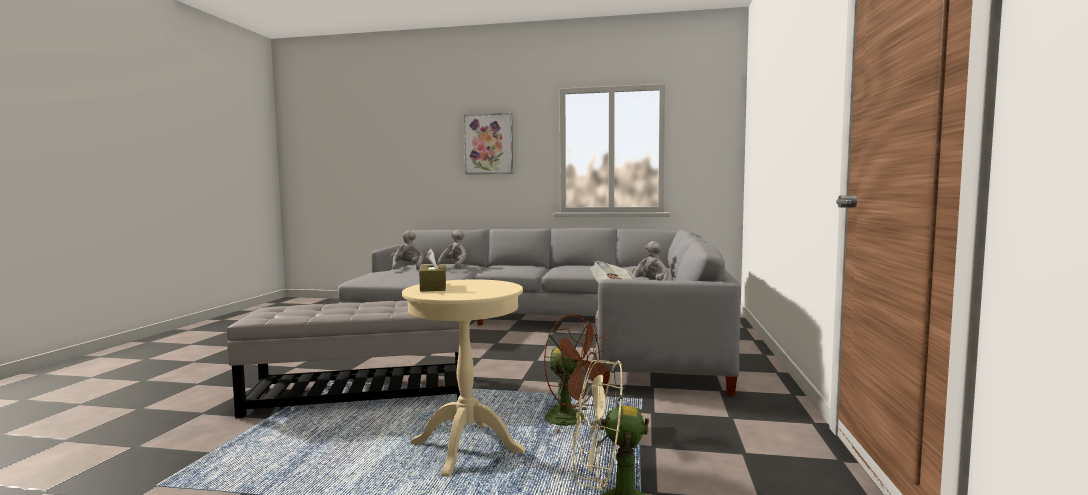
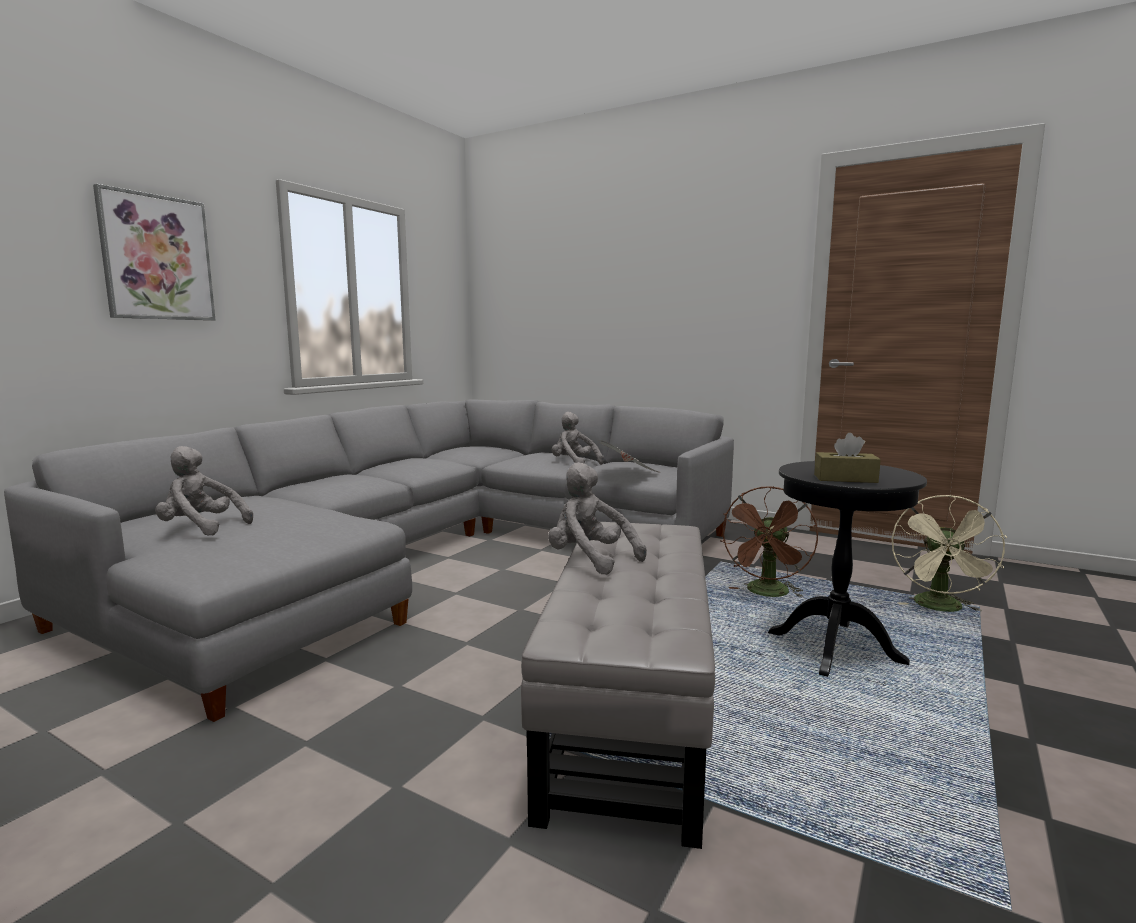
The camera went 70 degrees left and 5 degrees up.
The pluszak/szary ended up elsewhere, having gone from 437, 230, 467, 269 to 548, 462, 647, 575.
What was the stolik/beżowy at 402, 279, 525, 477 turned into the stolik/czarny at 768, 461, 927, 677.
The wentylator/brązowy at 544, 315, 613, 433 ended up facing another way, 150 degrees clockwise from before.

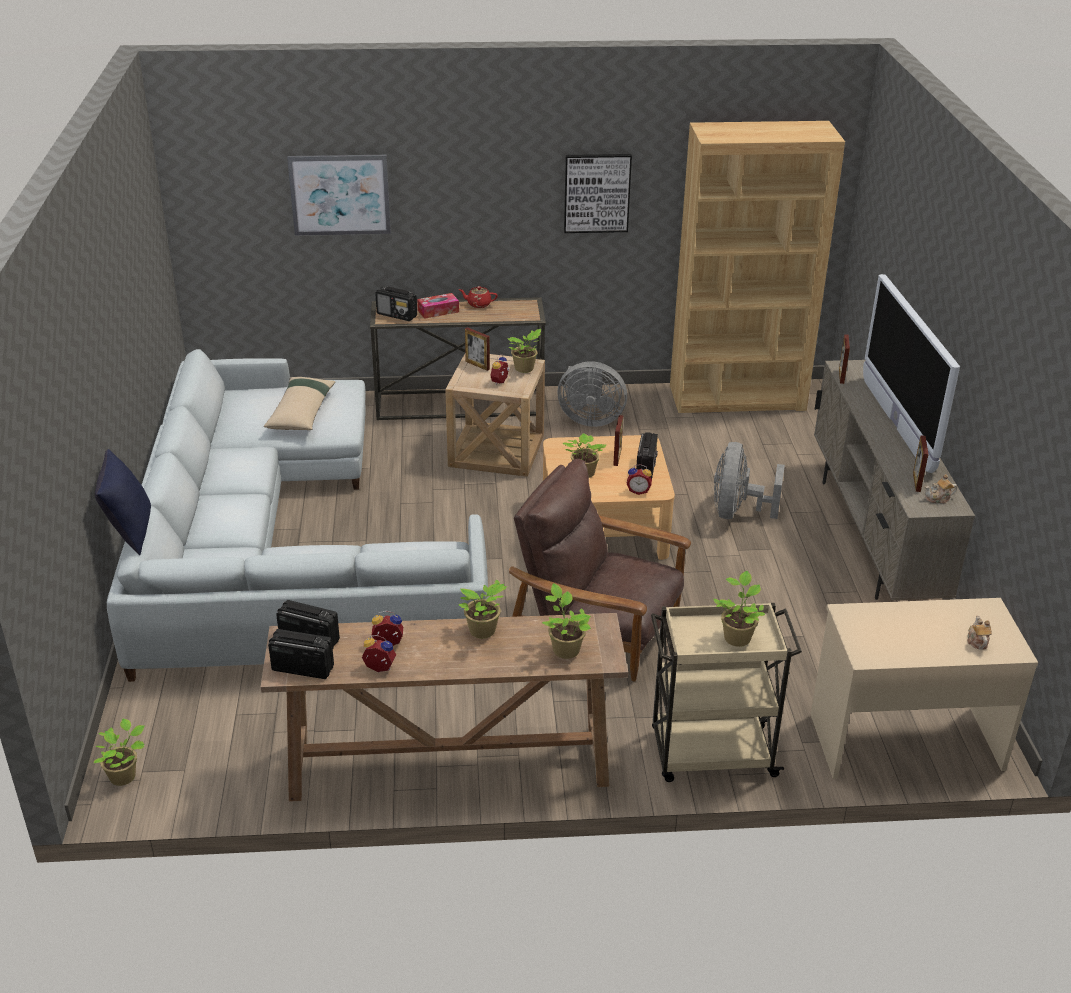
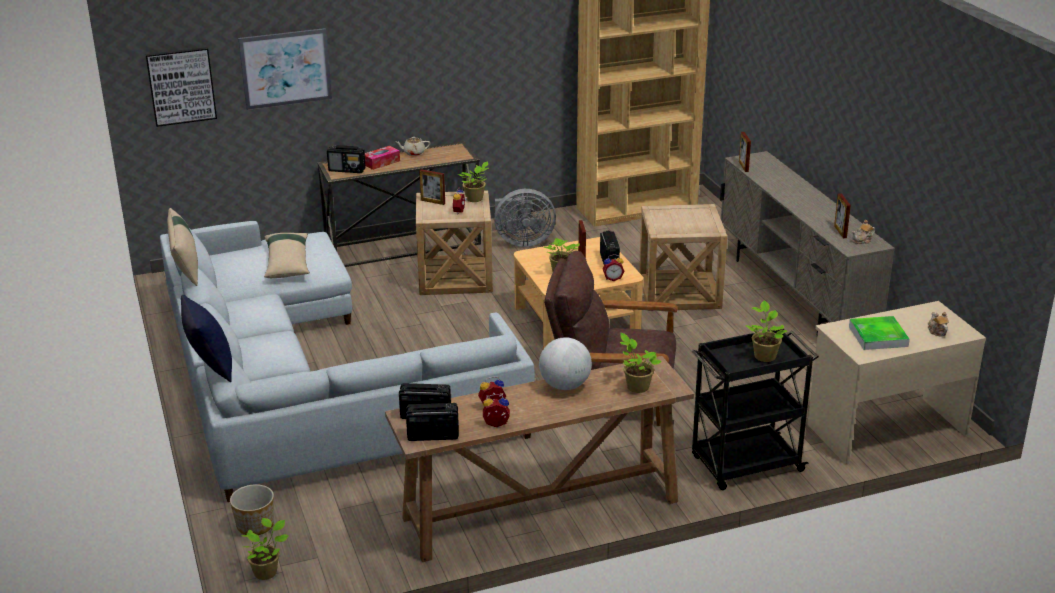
The camera went 15 degrees left and 5 degrees down.
The second view lost the telewizor at 863, 274, 960, 473.
The second view gained the poduszka/beżowy at 167, 208, 198, 286.
The second view gained the donica at 230, 484, 274, 535.
The second view gained the taca at 849, 316, 910, 350.
The obraz ended up elsewhere, having gone from 564, 154, 632, 233 to 145, 47, 217, 127.
Where the roślina doniczkowa stood at 459, 580, 507, 638, the globus came to stand at 539, 337, 592, 390.
Where the wentylator/szary stood at 714, 442, 785, 519, the stolik/beżowy came to stand at 639, 204, 727, 311.
What was the imbryk/czerwony at 458, 286, 498, 308 turned into the imbryk/beżowy at 396, 137, 430, 156.
What was the wózek/beżowy at 651, 603, 802, 782 turned into the wózek/czarny at 692, 329, 819, 490.

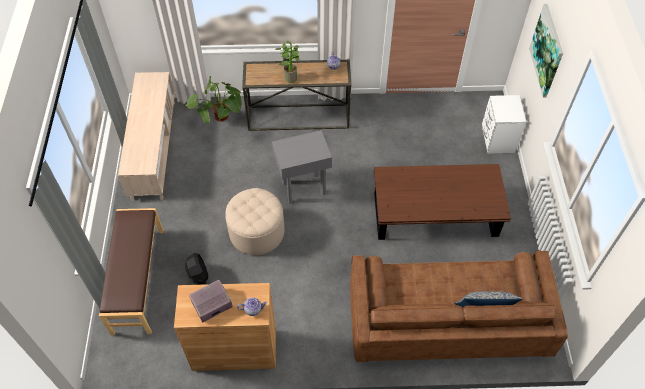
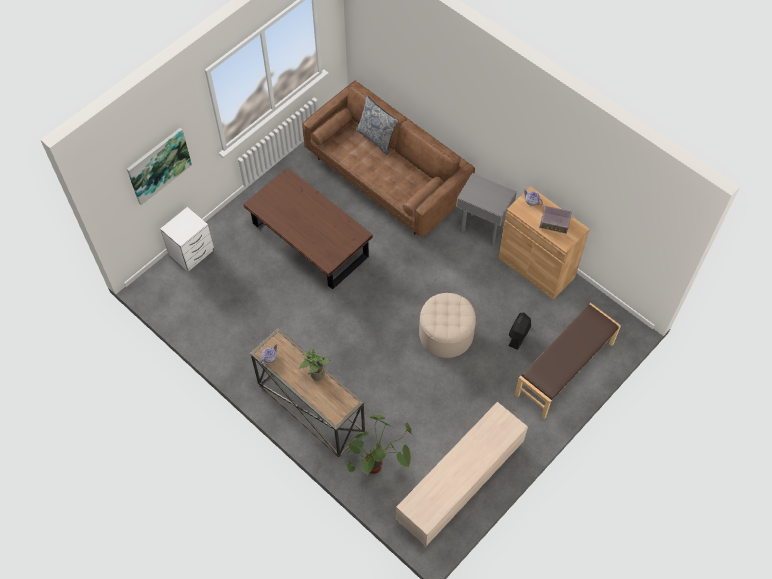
The camera went 135 degrees left and 5 degrees up.
The stolik/szary ended up elsewhere, having gone from 272, 130, 332, 204 to 456, 173, 517, 246.

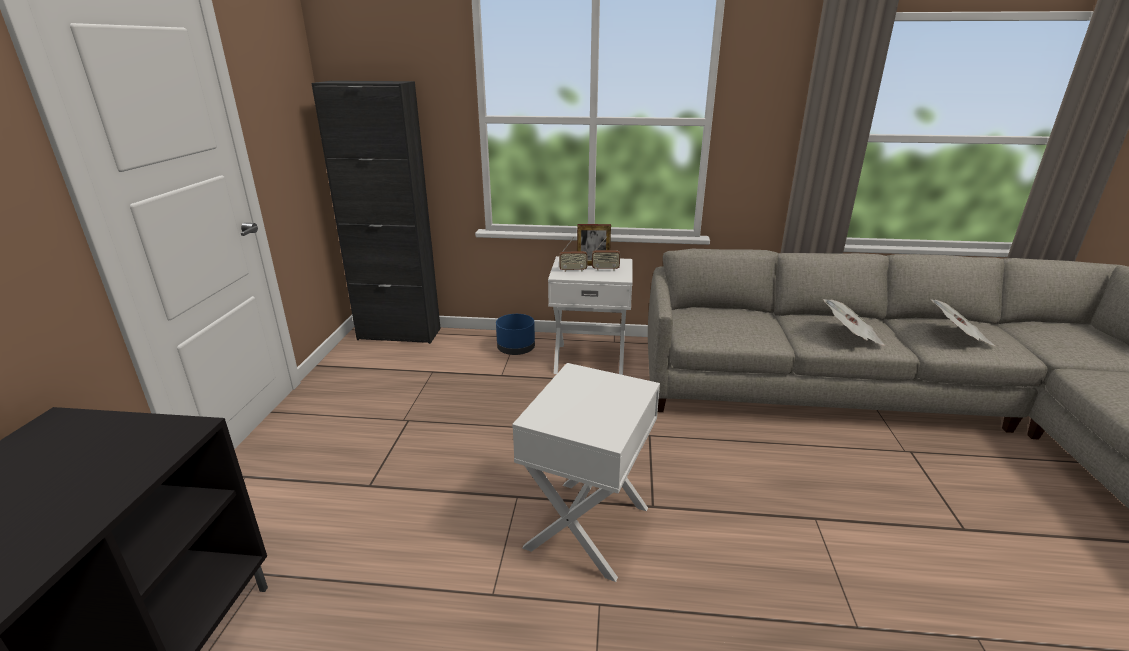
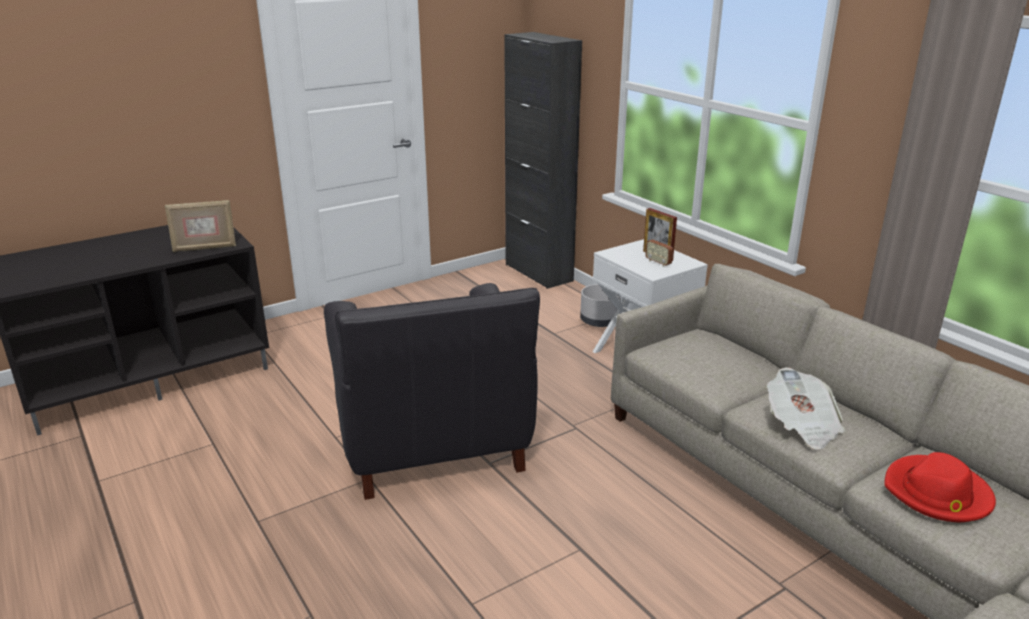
The camera went 50 degrees right and 0 degrees up.
The second view lost the radio at 559, 237, 588, 272.
The second view gained the ramka na zdjęcie at 165, 200, 236, 252.
Where the stolik/biały stood at 512, 363, 660, 582, the fotel/czarny came to stand at 324, 283, 540, 500.
Where the gazeta stood at 930, 299, 995, 346, the kapelusz/czerwony came to stand at 884, 452, 996, 522.
What was the donica/niebieski at 496, 314, 535, 355 turned into the donica/szary at 580, 284, 621, 327.

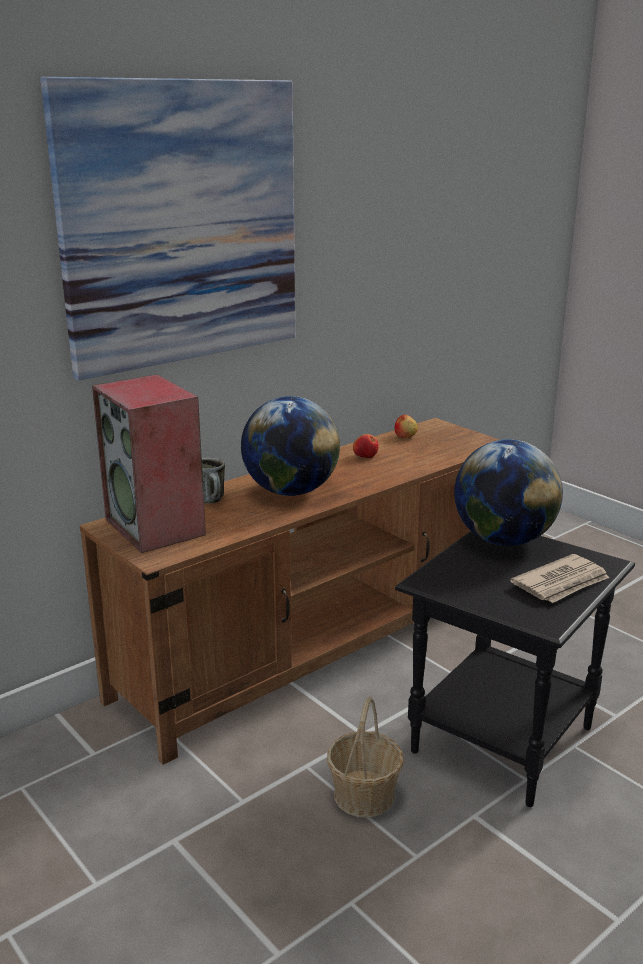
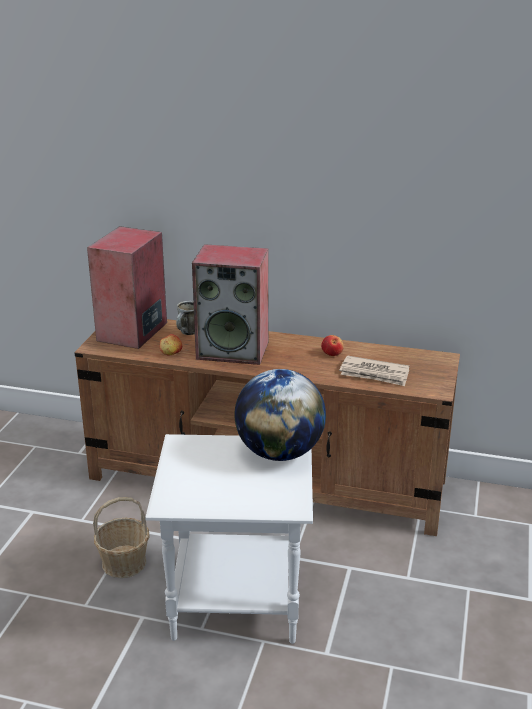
The camera went 55 degrees right and 5 degrees up.
The second view lost the obraz at 40, 77, 295, 381.
The jabłko ended up elsewhere, having gone from 394, 415, 418, 438 to 160, 334, 182, 355.
The gazeta ended up elsewhere, having gone from 510, 554, 609, 603 to 339, 355, 409, 386.
Where the globus stood at 241, 396, 340, 496, the głośnik came to stand at 192, 244, 269, 365.
What was the stolik/czarny at 395, 531, 635, 807 turned into the stolik/biały at 145, 434, 313, 644.

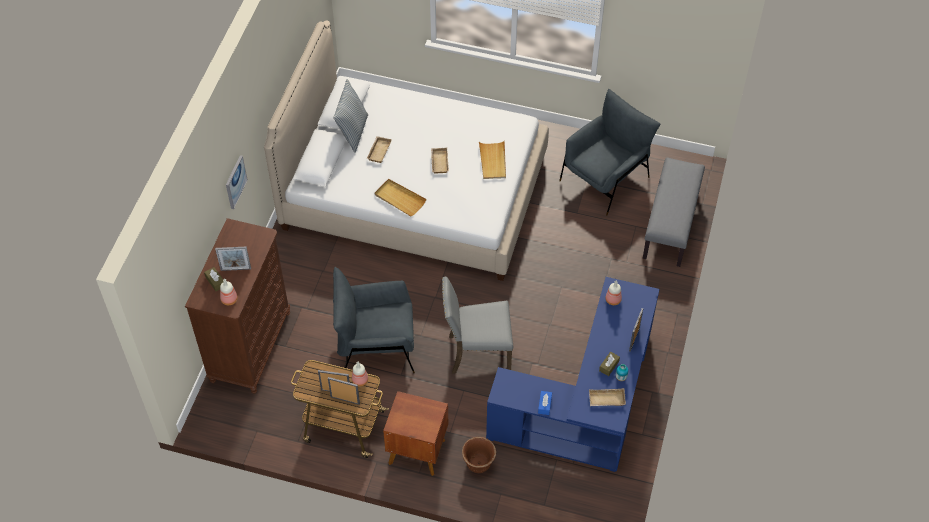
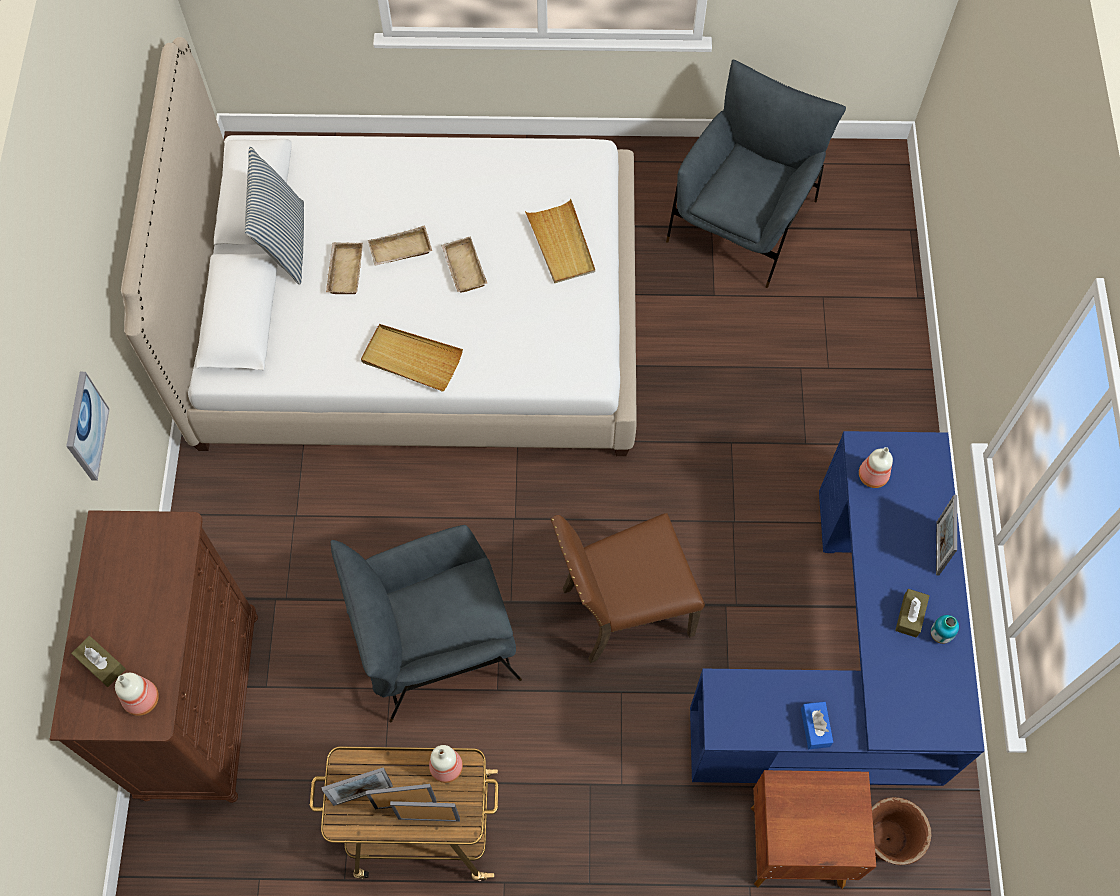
The camera went 15 degrees left and 10 degrees up.
The second view lost the ławka/szary at 643, 157, 705, 267.
The ramka na zdjęcie ended up elsewhere, having gone from 215, 247, 251, 271 to 321, 767, 393, 806.
The szafka nocna/brązowy ended up elsewhere, having gone from 383, 391, 448, 476 to 751, 770, 876, 889.
The donica/brązowy ended up elsewhere, having gone from 462, 437, 496, 473 to 872, 797, 931, 865.
The taca/beżowy ended up elsewhere, having gone from 589, 388, 626, 406 to 368, 225, 432, 266.
What was the krzesło/szary at 442, 277, 513, 374 turned into the krzesło/brązowy at 551, 513, 705, 663.

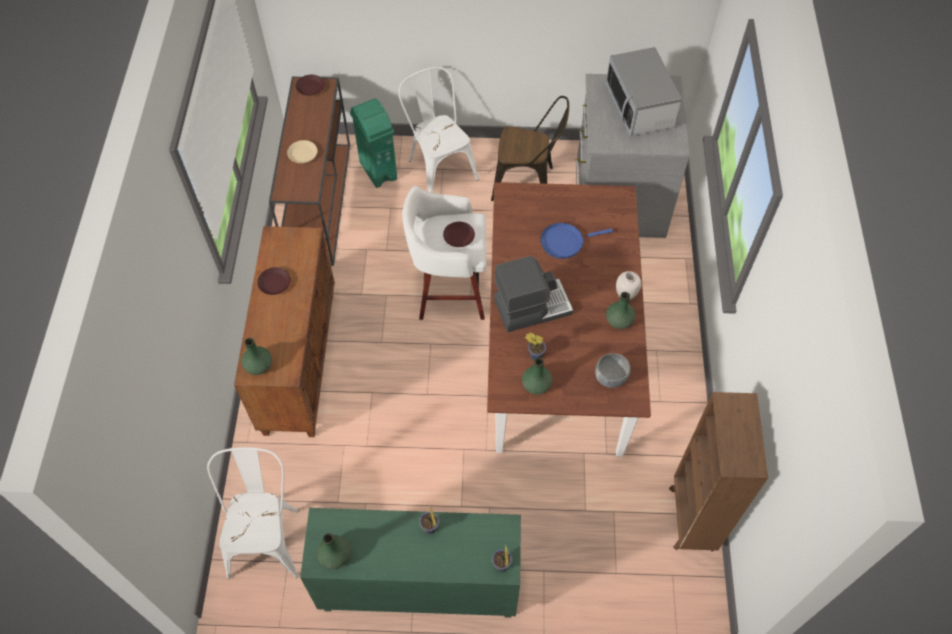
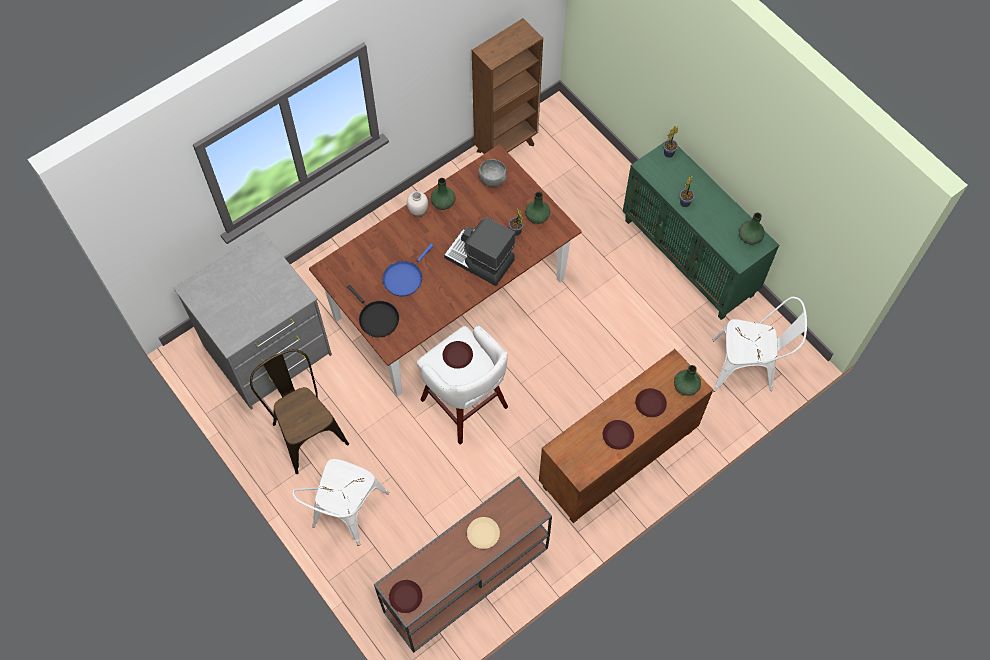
The camera went 130 degrees left and 5 degrees up.
The second view lost the kosz na śmieci/zielony at 350, 99, 397, 188.
The second view lost the mikrofalówka at 606, 47, 682, 136.
The second view gained the patelnia/czarny at 347, 285, 399, 337.
The second view gained the talerz/brązowy at 635, 388, 667, 417.
The krzesło/biały at 207, 447, 298, 579 ended up facing another way, 135 degrees counterclockwise from before.
The patelnia/niebieski at 540, 223, 613, 259 ended up facing another way, 90 degrees clockwise from before.

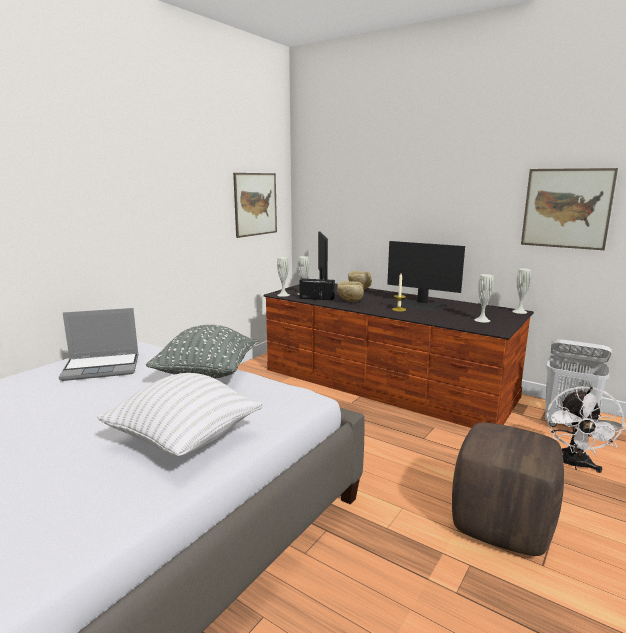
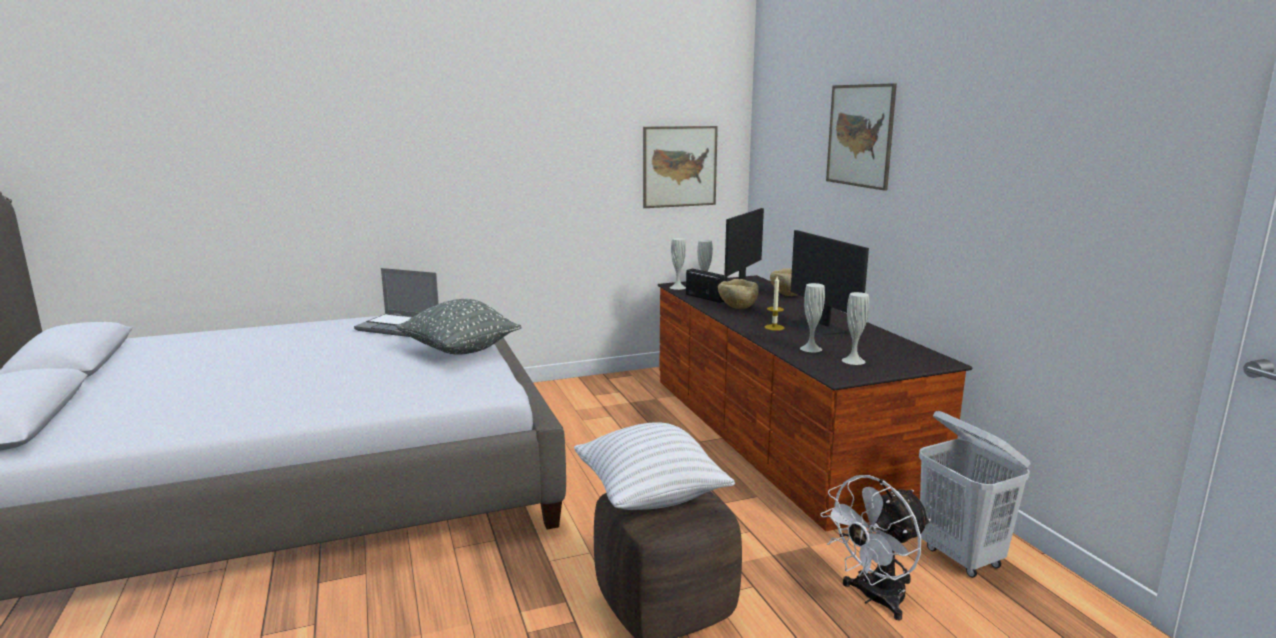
The camera went 35 degrees right and 0 degrees up.
The poduszka/biały ended up elsewhere, having gone from 97, 373, 263, 456 to 574, 422, 735, 510.
The wazon/biały ended up elsewhere, having gone from 512, 269, 531, 314 to 800, 283, 825, 352.
The obraz ended up elsewhere, having gone from 521, 168, 618, 250 to 826, 83, 897, 191.

